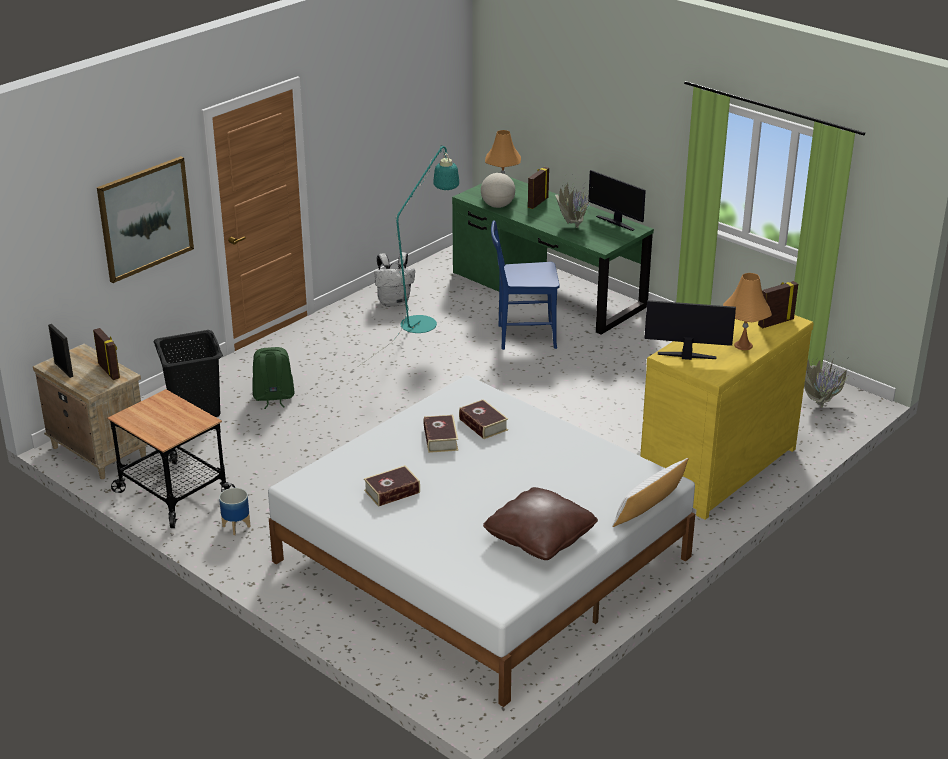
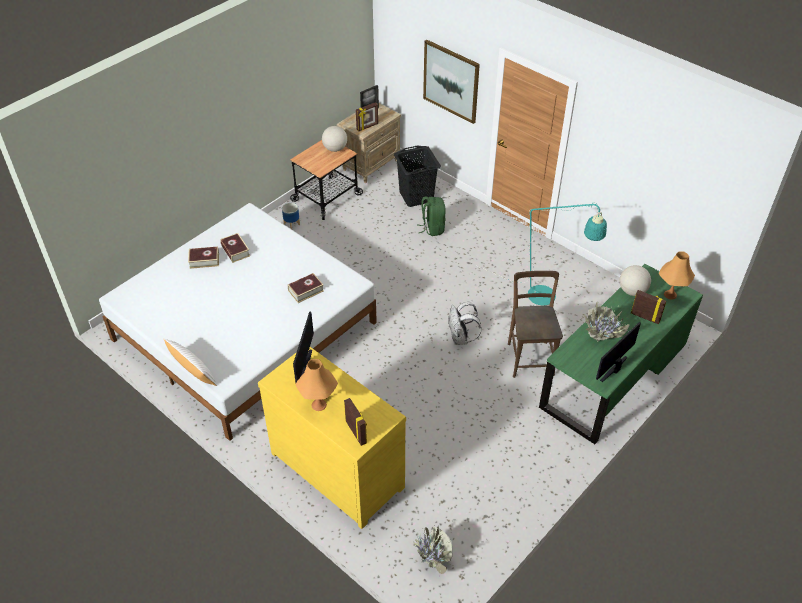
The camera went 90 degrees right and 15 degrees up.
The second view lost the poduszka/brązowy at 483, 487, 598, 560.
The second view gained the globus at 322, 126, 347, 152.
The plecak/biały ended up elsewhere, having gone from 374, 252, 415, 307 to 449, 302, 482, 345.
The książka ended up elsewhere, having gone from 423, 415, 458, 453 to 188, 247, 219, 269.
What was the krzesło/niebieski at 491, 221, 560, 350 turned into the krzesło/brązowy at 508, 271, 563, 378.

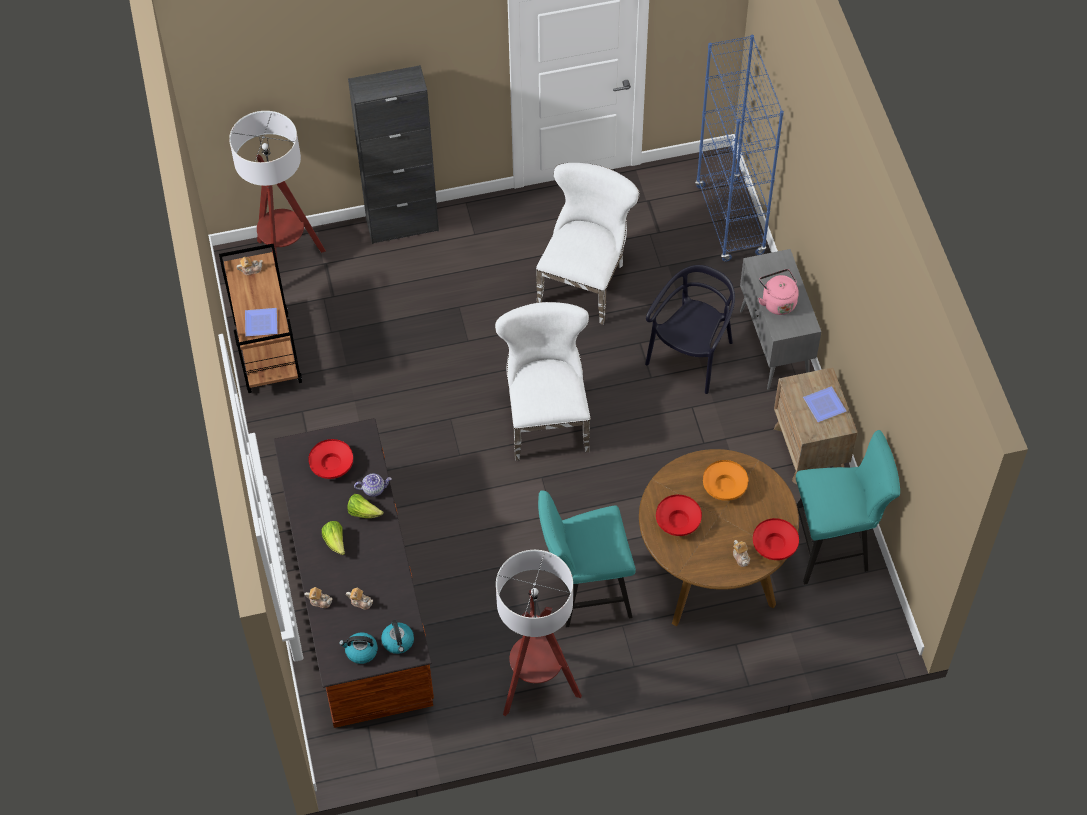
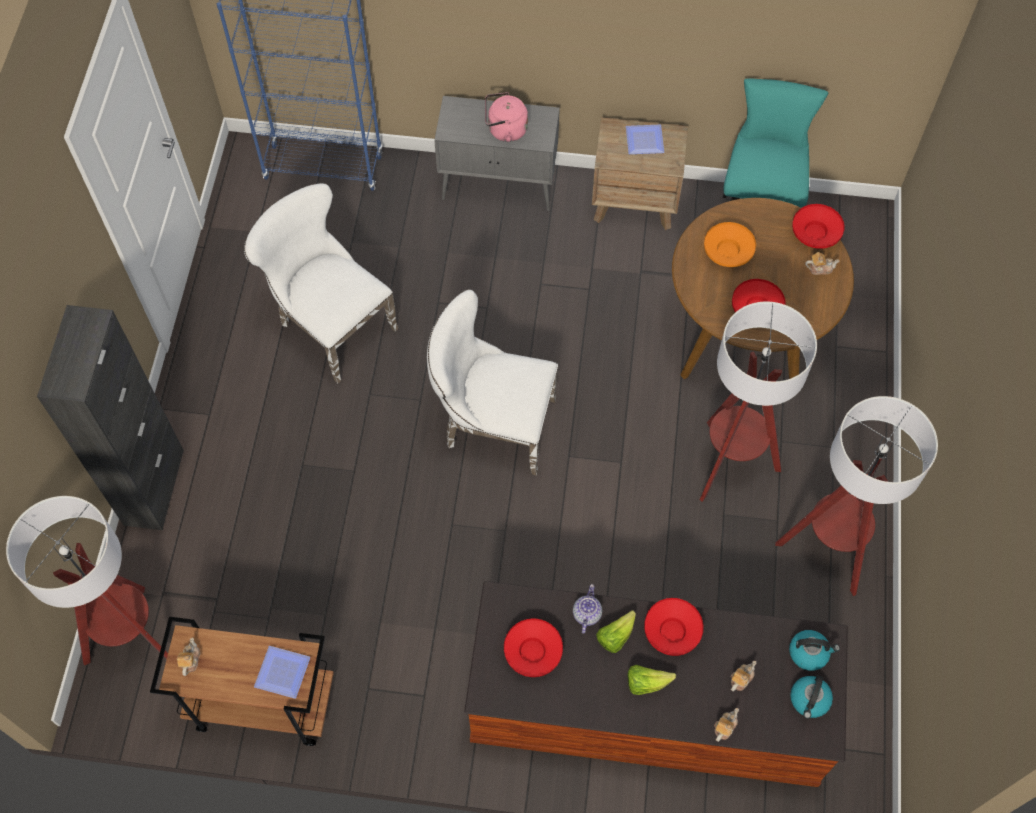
The camera went 70 degrees left and 5 degrees up.
The second view lost the krzesło/czarny at 645, 265, 735, 394.
The second view gained the miska/czerwony at 644, 598, 704, 656.
Where the stołek/turkusowy stood at 538, 490, 636, 627, the lampa stojąca came to stand at 700, 302, 817, 502.

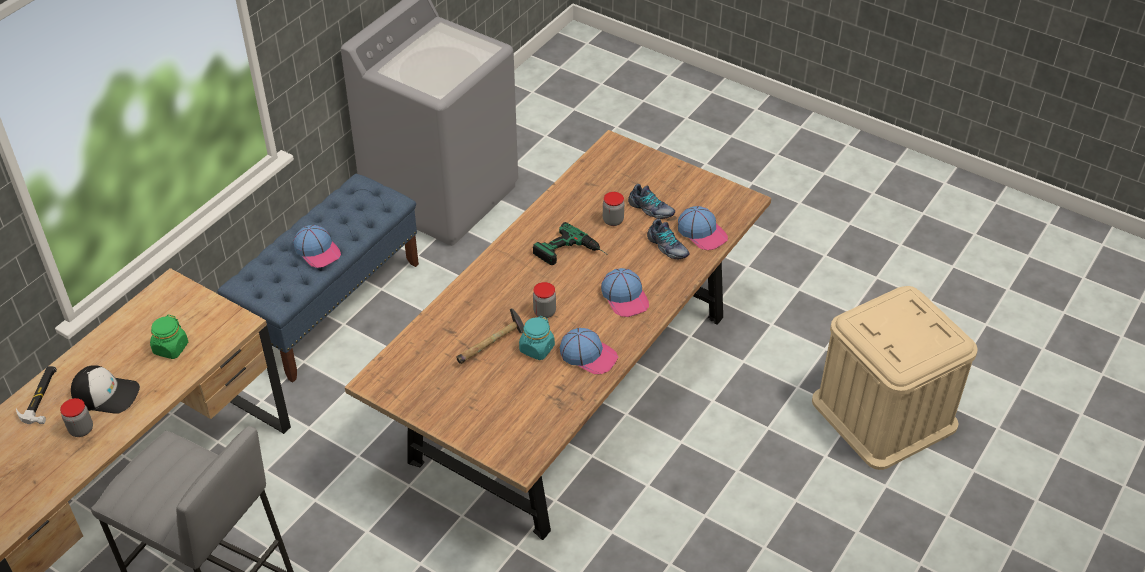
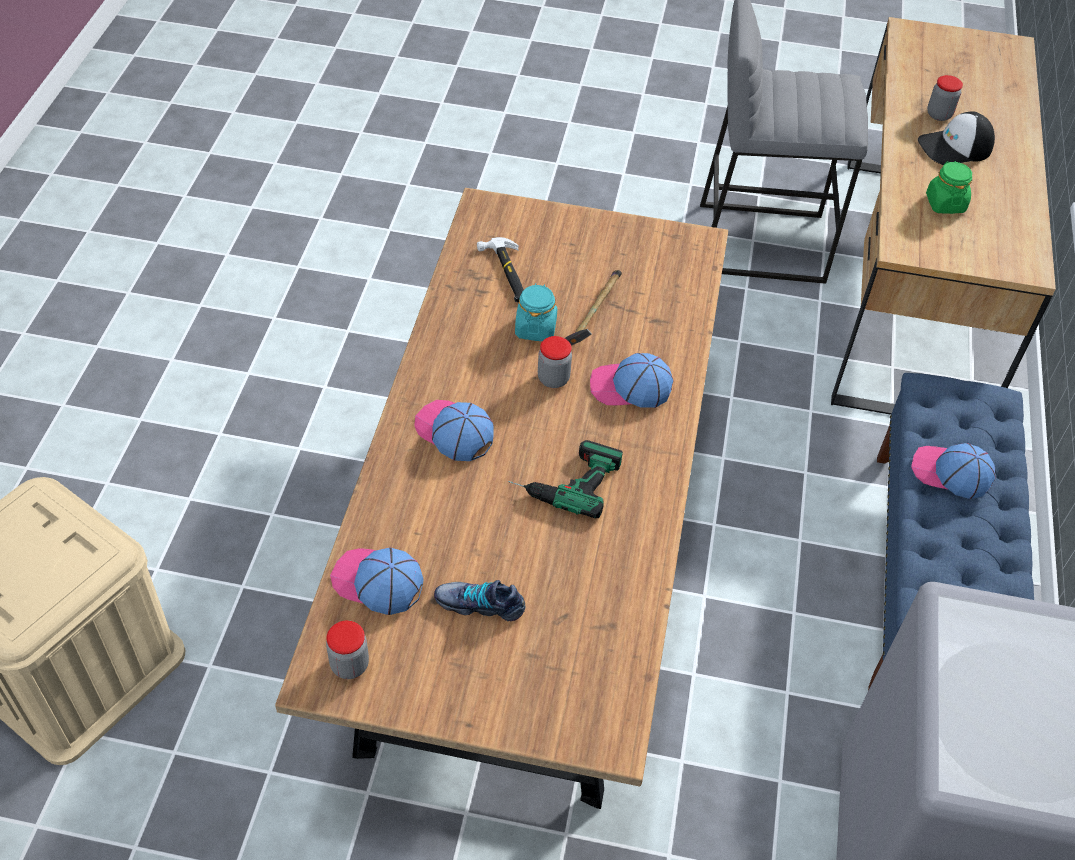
The camera went 155 degrees right and 5 degrees up.
The second view lost the but at 647, 219, 690, 260.
The młotek ended up elsewhere, having gone from 16, 366, 57, 424 to 477, 237, 524, 302.
The czapka z daszkiem ended up elsewhere, having gone from 560, 328, 618, 374 to 590, 353, 673, 408.
The słoik ended up elsewhere, having gone from 603, 192, 624, 226 to 326, 621, 369, 679.

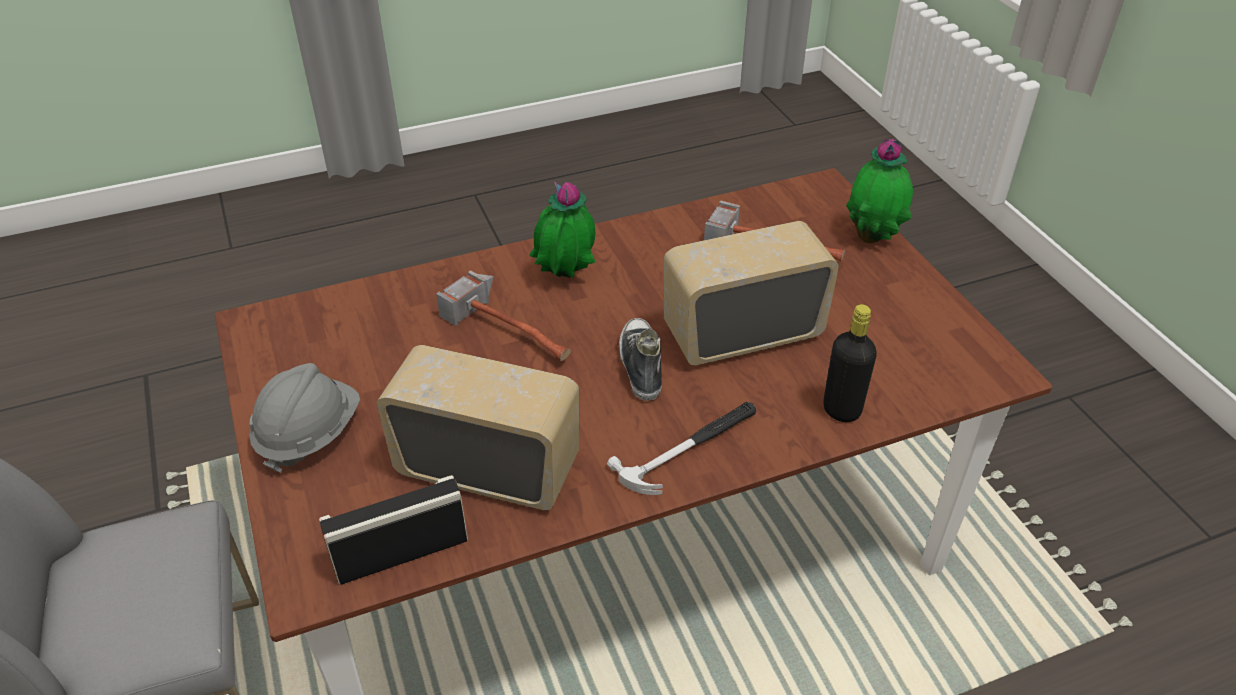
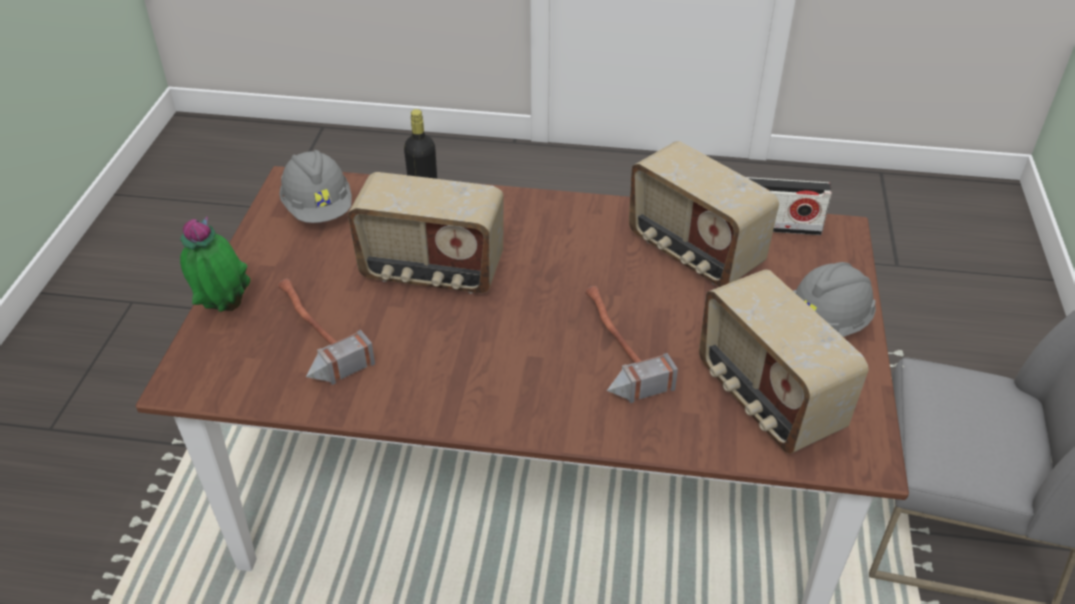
The camera went 150 degrees left and 0 degrees up.
The second view lost the roślina doniczkowa at 529, 182, 596, 278.
The second view lost the młotek at 607, 402, 756, 495.
The second view lost the but at 619, 318, 662, 401.
The second view gained the kask/szary at 279, 150, 352, 223.
The second view gained the radio at 699, 269, 868, 454.

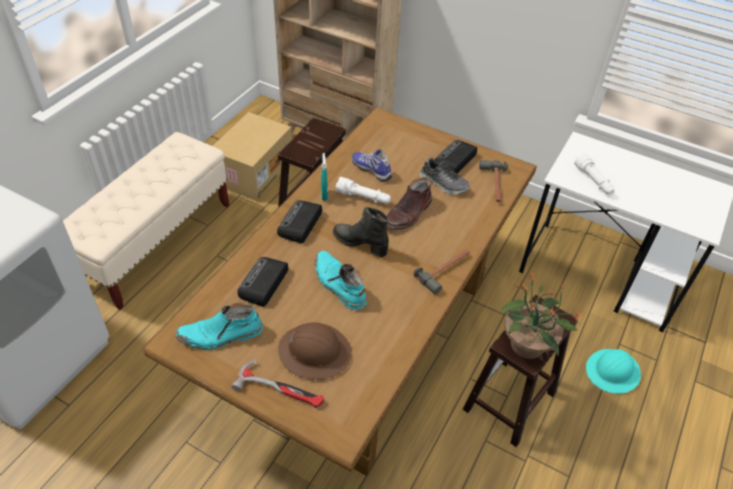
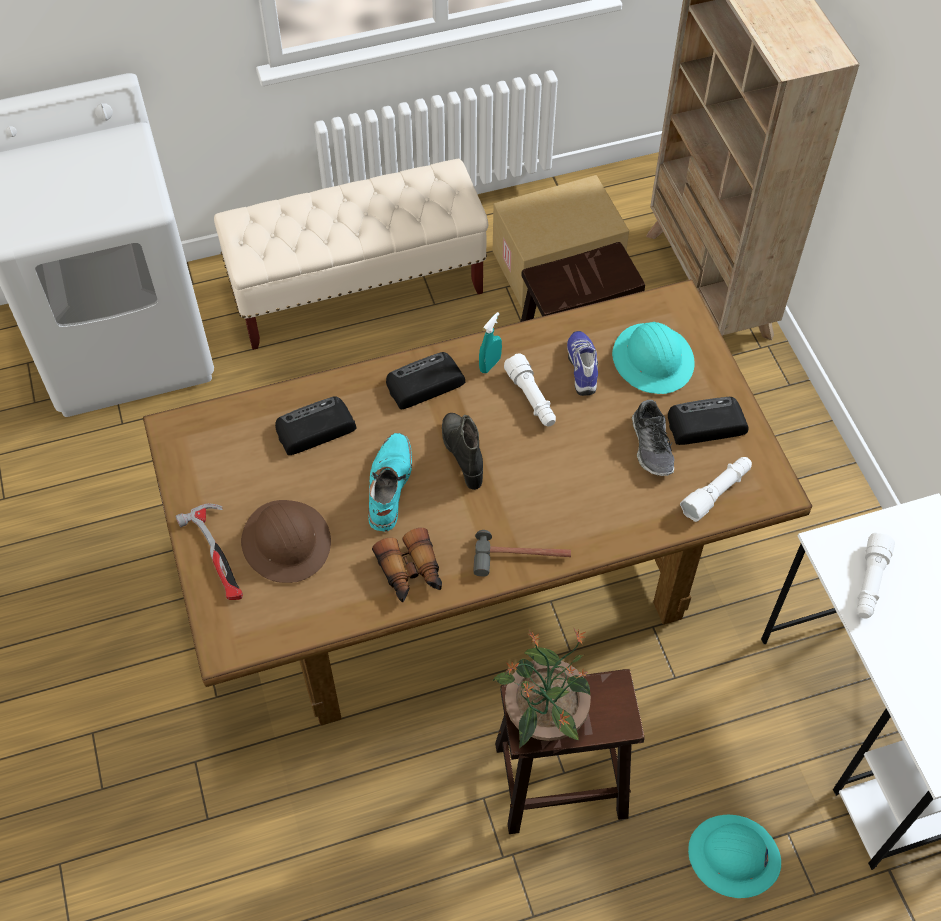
The camera went 45 degrees right and 10 degrees up.
The second view lost the but z cholewką/turkusowy at 176, 303, 263, 350.
The second view lost the but z cholewką/brązowy at 387, 177, 432, 230.
The second view gained the lornetka at 372, 528, 442, 602.
The second view gained the kask/turkusowy at 612, 322, 695, 394.
Where the młotek stood at 479, 160, 508, 202, the latarka/biały came to stand at 680, 457, 752, 522.

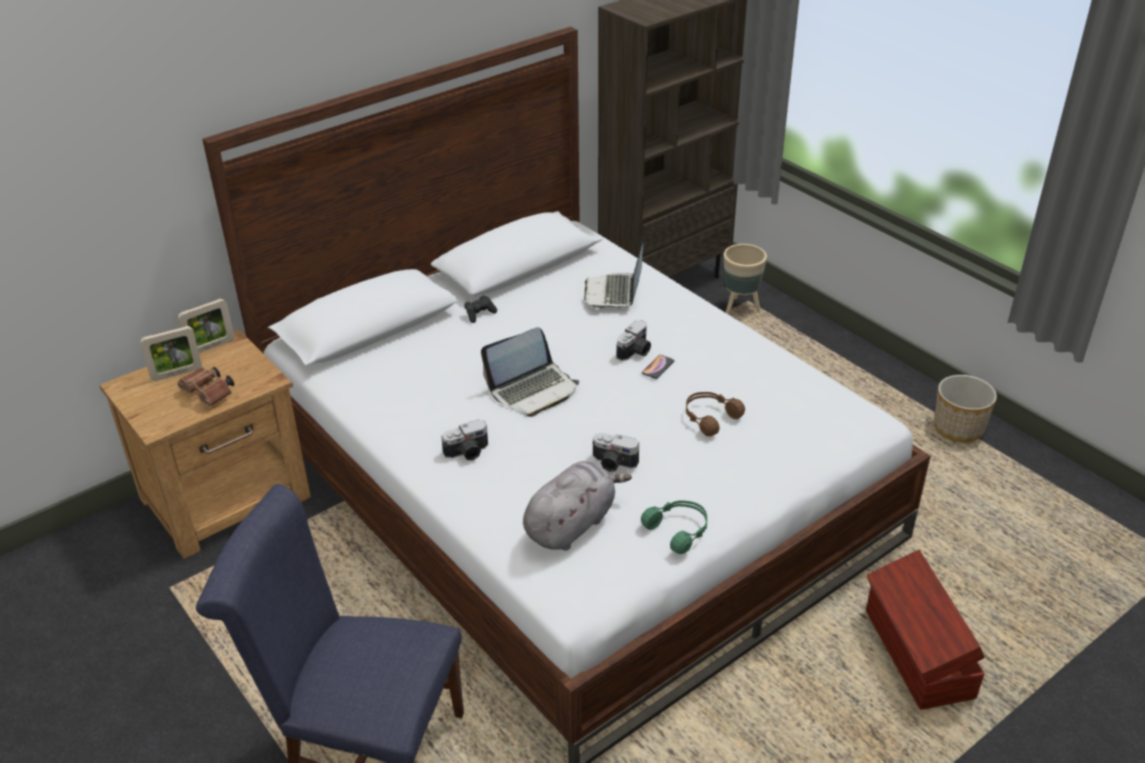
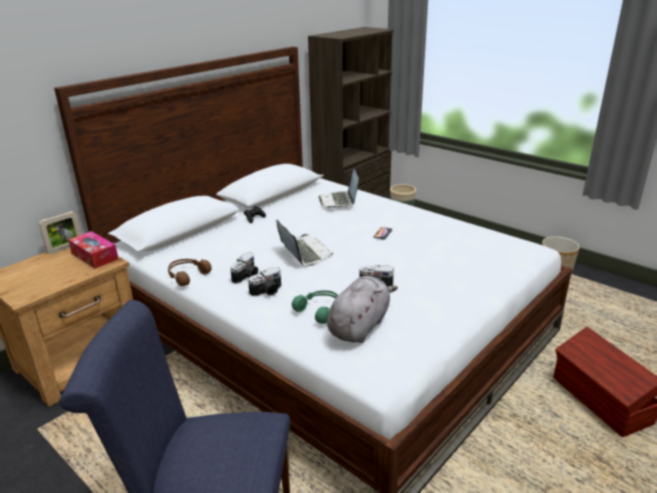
The camera went 10 degrees left and 10 degrees down.
The second view lost the ramka na zdjęcie at 140, 326, 202, 381.
The second view lost the lornetka/brązowy at 178, 367, 234, 407.
The second view gained the pudełko chusteczek at 68, 231, 118, 269.
The aparat fotograficzny ended up elsewhere, having gone from 616, 320, 651, 361 to 231, 252, 258, 284.
The słuchawki/zielony ended up elsewhere, having gone from 641, 500, 707, 554 to 292, 290, 338, 324.
The słuchawki/brązowy ended up elsewhere, having gone from 686, 392, 745, 436 to 168, 259, 212, 286.
The laptop at 481, 327, 579, 417 ended up facing another way, 75 degrees counterclockwise from before.

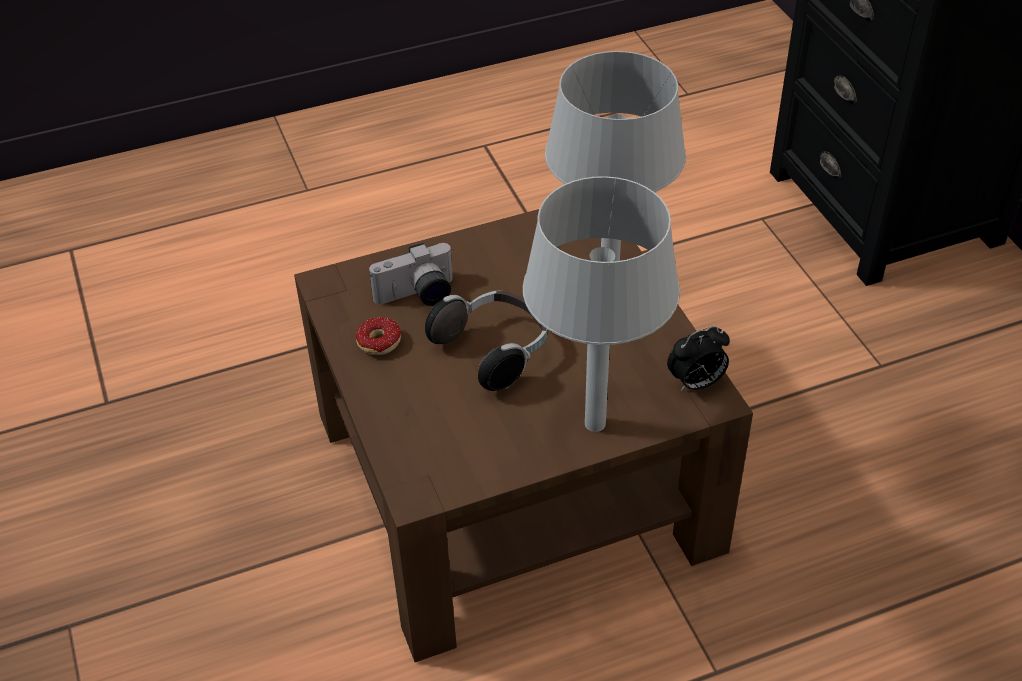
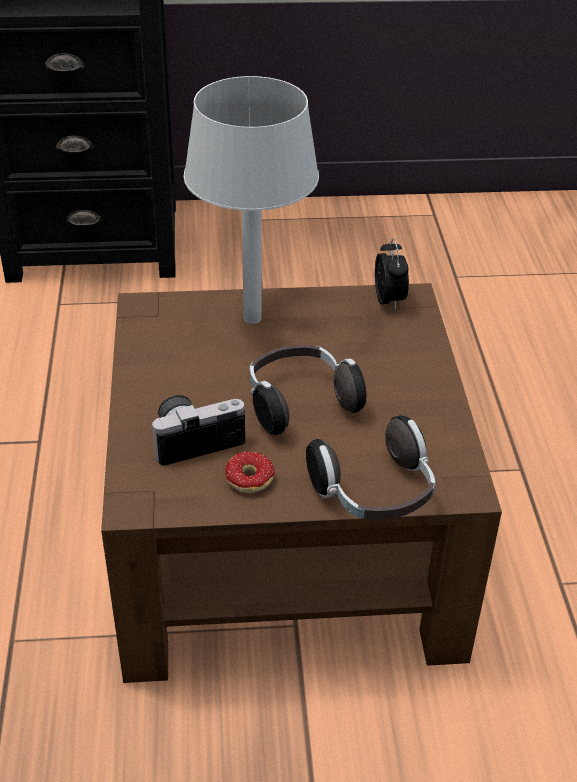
The camera went 75 degrees left and 5 degrees down.
The second view lost the lampa stołowa/szary at 523, 176, 680, 432.
The second view gained the słuchawki at 306, 415, 436, 519.
The aparat fotograficzny at 369, 243, 453, 306 ended up facing another way, 105 degrees counterclockwise from before.

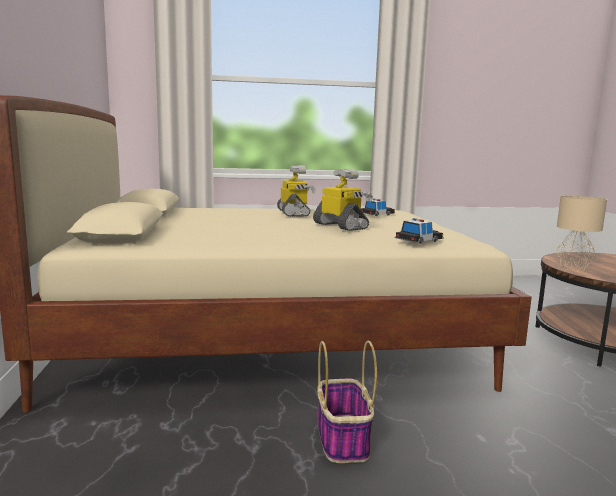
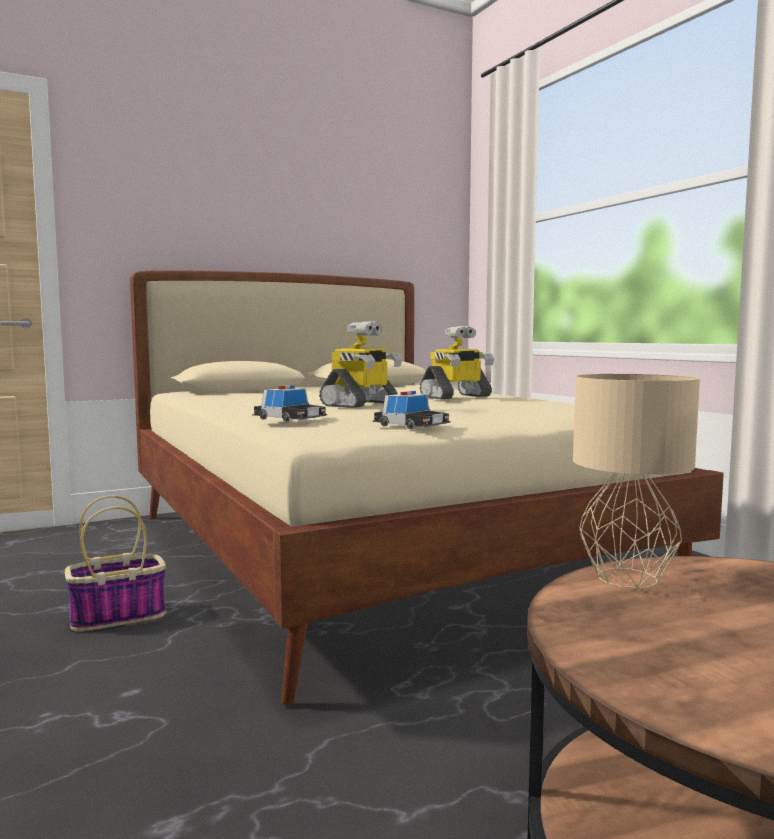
The camera went 70 degrees right and 5 degrees down.
The samochodzik ended up elsewhere, having gone from 361, 199, 395, 216 to 372, 391, 450, 429.

